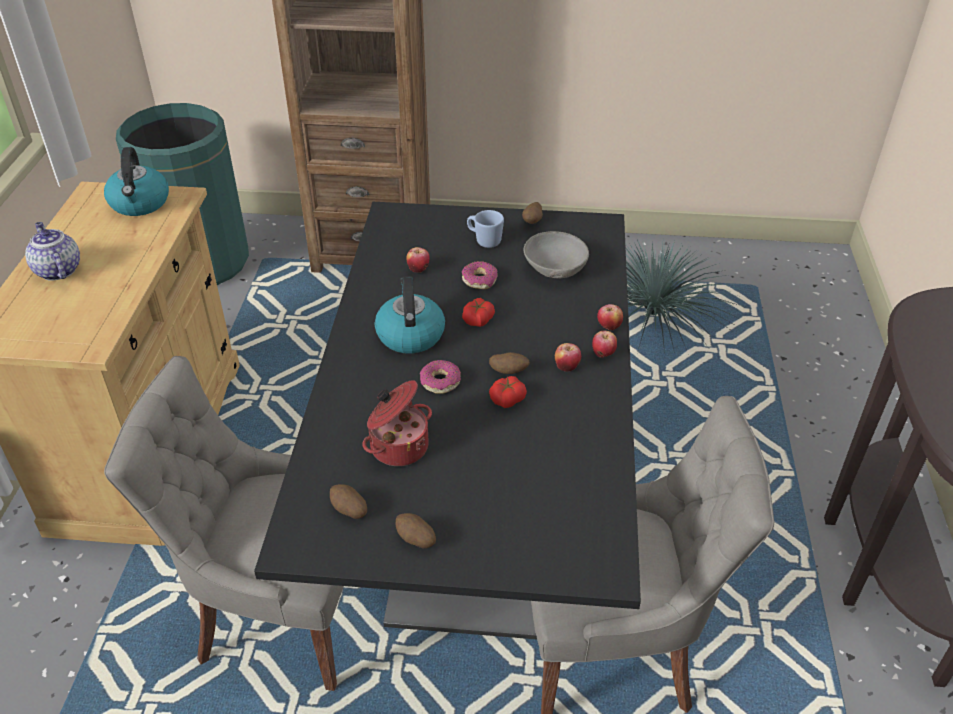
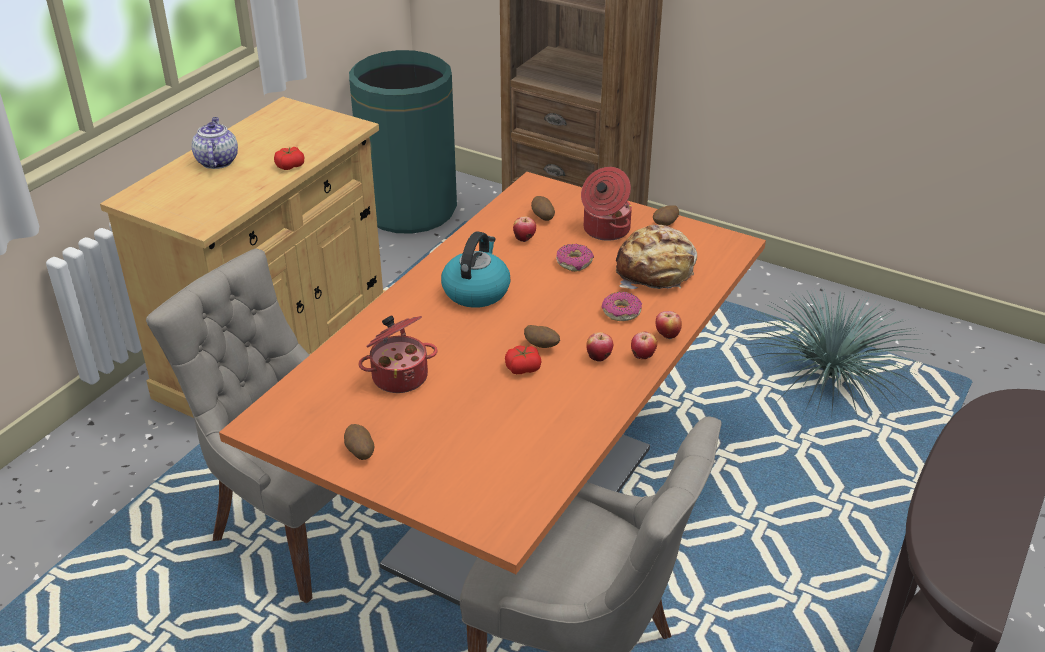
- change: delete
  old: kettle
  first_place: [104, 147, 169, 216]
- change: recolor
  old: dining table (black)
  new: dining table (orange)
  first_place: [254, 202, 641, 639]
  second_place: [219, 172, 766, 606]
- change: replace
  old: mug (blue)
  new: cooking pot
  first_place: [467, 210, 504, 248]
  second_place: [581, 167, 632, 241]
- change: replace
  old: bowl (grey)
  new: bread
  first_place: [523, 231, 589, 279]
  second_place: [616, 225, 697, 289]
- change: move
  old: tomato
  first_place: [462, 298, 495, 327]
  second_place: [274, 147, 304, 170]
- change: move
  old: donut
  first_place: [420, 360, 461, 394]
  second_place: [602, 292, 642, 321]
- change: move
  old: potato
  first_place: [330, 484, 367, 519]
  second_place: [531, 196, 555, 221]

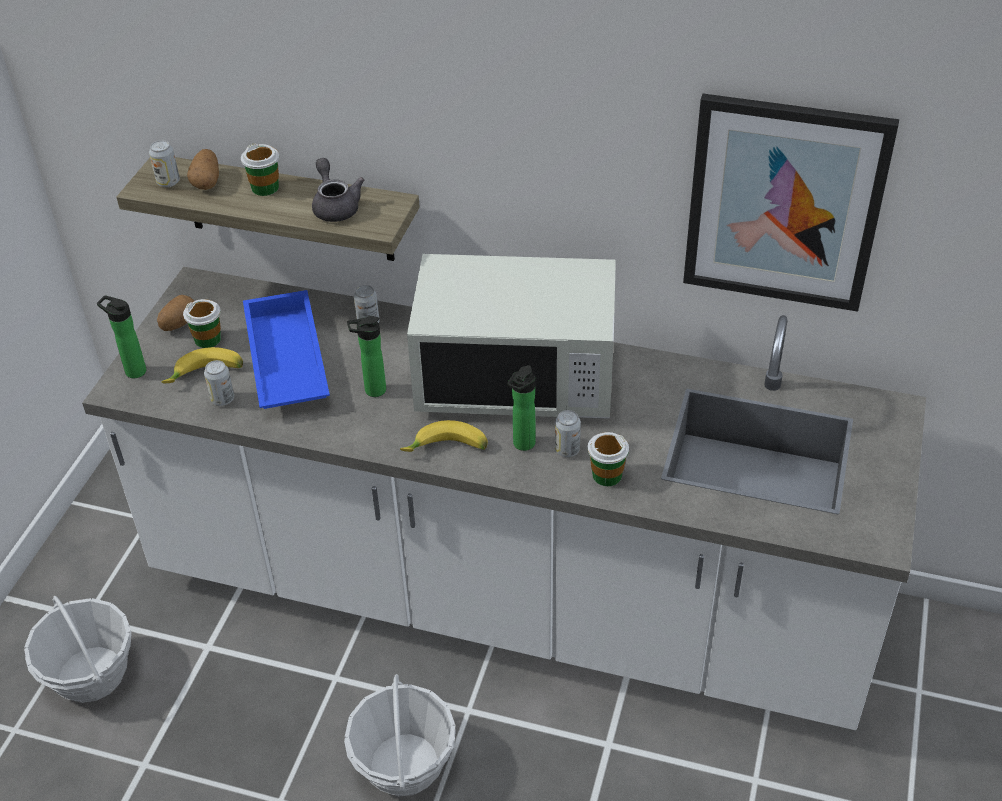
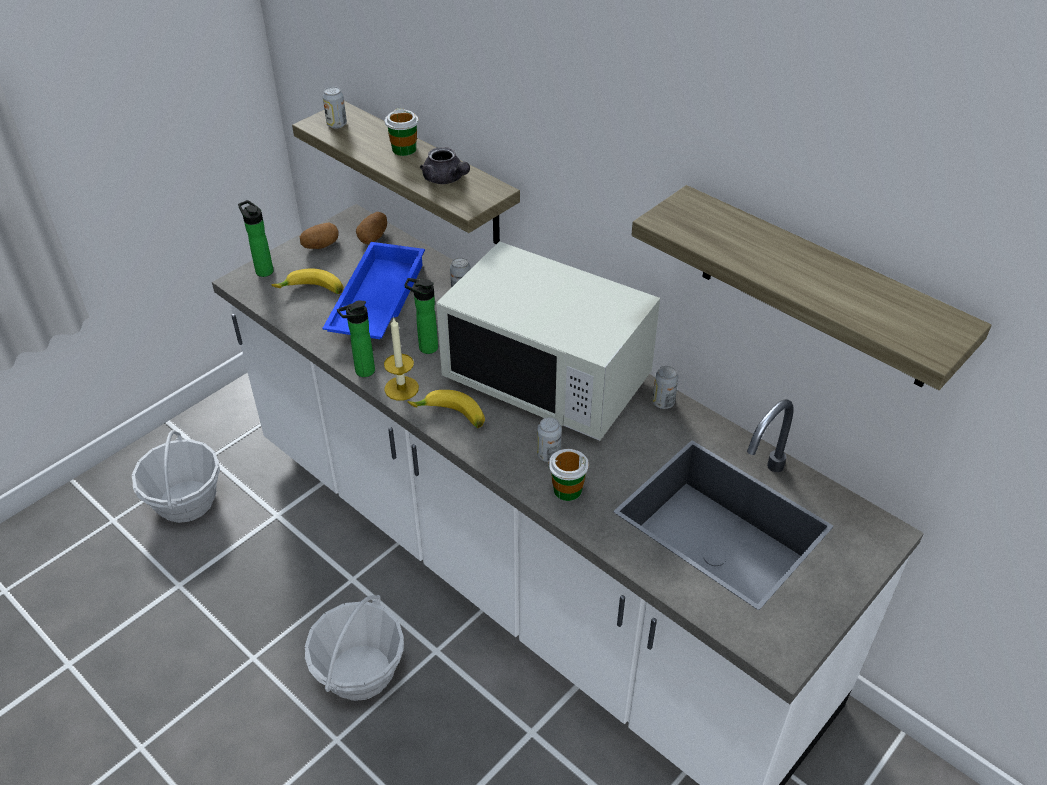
- change: replace
  old: picture
  new: shelf
  first_place: [683, 94, 899, 312]
  second_place: [631, 185, 992, 390]
- change: move
  old: potato
  first_place: [187, 149, 219, 190]
  second_place: [356, 212, 387, 244]
- change: rotate
  old: teapot (grey)
  first_place: [312, 158, 364, 222]
  second_place: [420, 147, 470, 184]
  degrees: 135
- change: delete
  old: cup
  first_place: [183, 299, 221, 348]
- change: move
  old: can
  first_place: [204, 360, 234, 406]
  second_place: [652, 366, 678, 409]
- change: move
  old: bottle
  first_place: [507, 365, 536, 451]
  second_place: [337, 300, 375, 377]
- change: insert
  new: candle
  second_place: [384, 317, 419, 400]

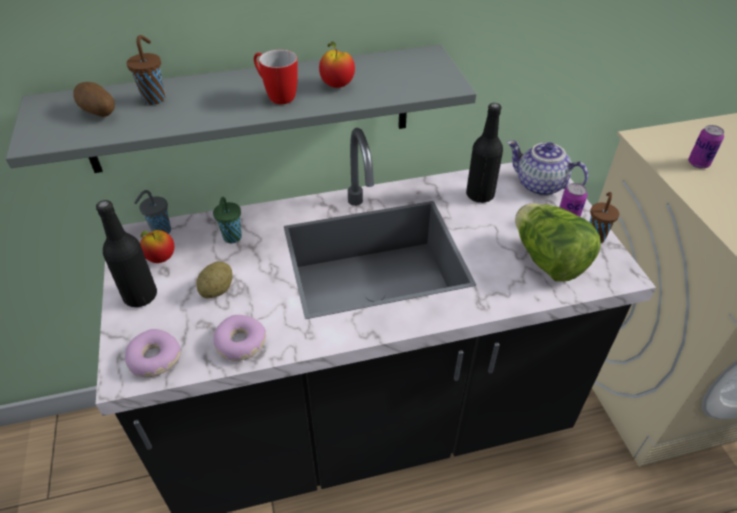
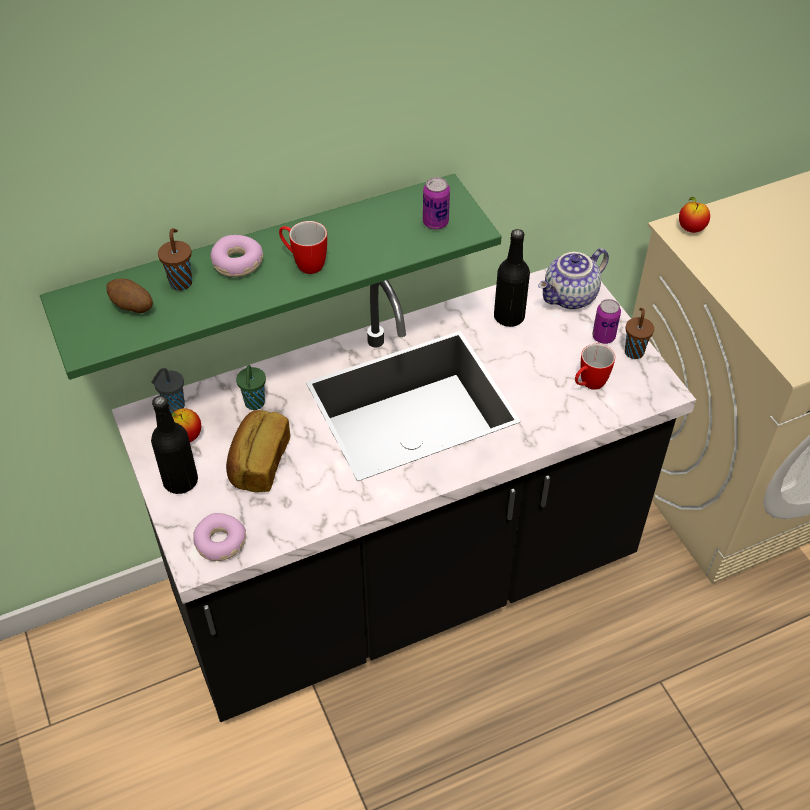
- change: move
  old: apple
  first_place: [319, 42, 355, 88]
  second_place: [679, 197, 710, 233]
- change: recolor
  old: shelf (grey)
  new: shelf (green)
  first_place: [6, 45, 477, 173]
  second_place: [40, 174, 502, 380]
- change: move
  old: can
  first_place: [688, 125, 724, 169]
  second_place: [423, 177, 450, 229]
- change: rotate
  old: teapot
  first_place: [507, 140, 588, 196]
  second_place: [538, 248, 609, 309]
  degrees: -60
- change: replace
  old: lettuce
  new: mug
  first_place: [515, 203, 601, 281]
  second_place: [575, 344, 615, 390]
- change: replace
  old: potato
  new: bread
  first_place: [196, 261, 233, 298]
  second_place: [226, 410, 290, 492]
- change: move
  old: donut
  first_place: [214, 315, 266, 361]
  second_place: [210, 235, 263, 277]

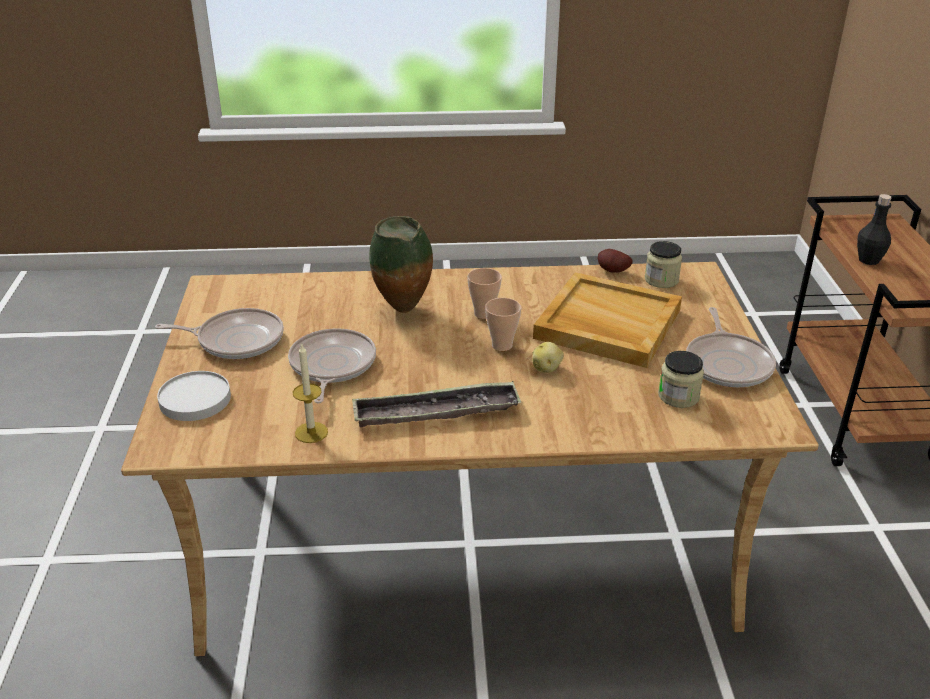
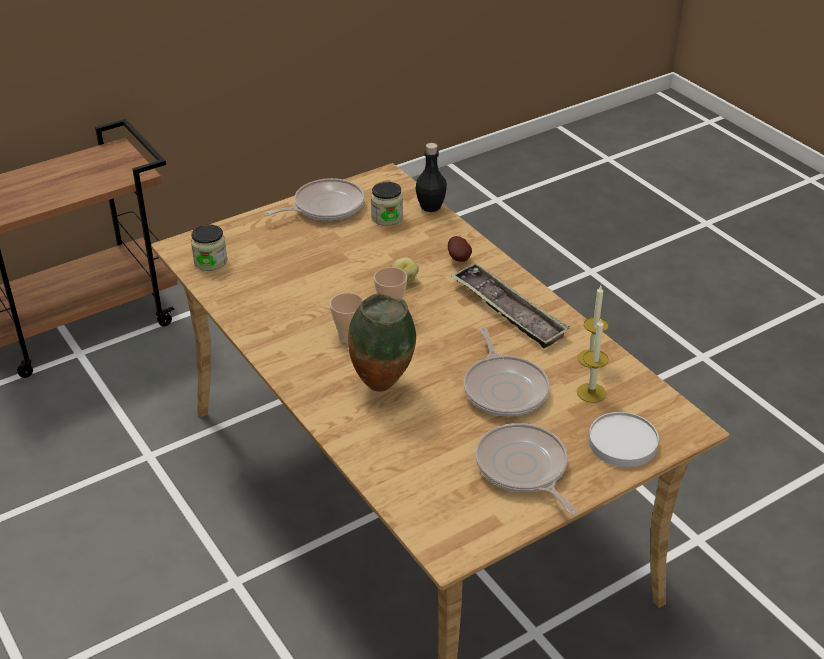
- change: move
  old: bottle (black)
  first_place: [857, 194, 891, 265]
  second_place: [416, 143, 447, 212]
- change: move
  old: potato
  first_place: [597, 249, 632, 273]
  second_place: [448, 236, 472, 262]
- change: delete
  old: tray (beige)
  first_place: [533, 272, 682, 368]
- change: rotate
  old: frying pan
  first_place: [288, 328, 376, 403]
  second_place: [464, 327, 550, 417]
  degrees: -75
- change: insert
  new: candle
  second_place: [577, 319, 609, 403]

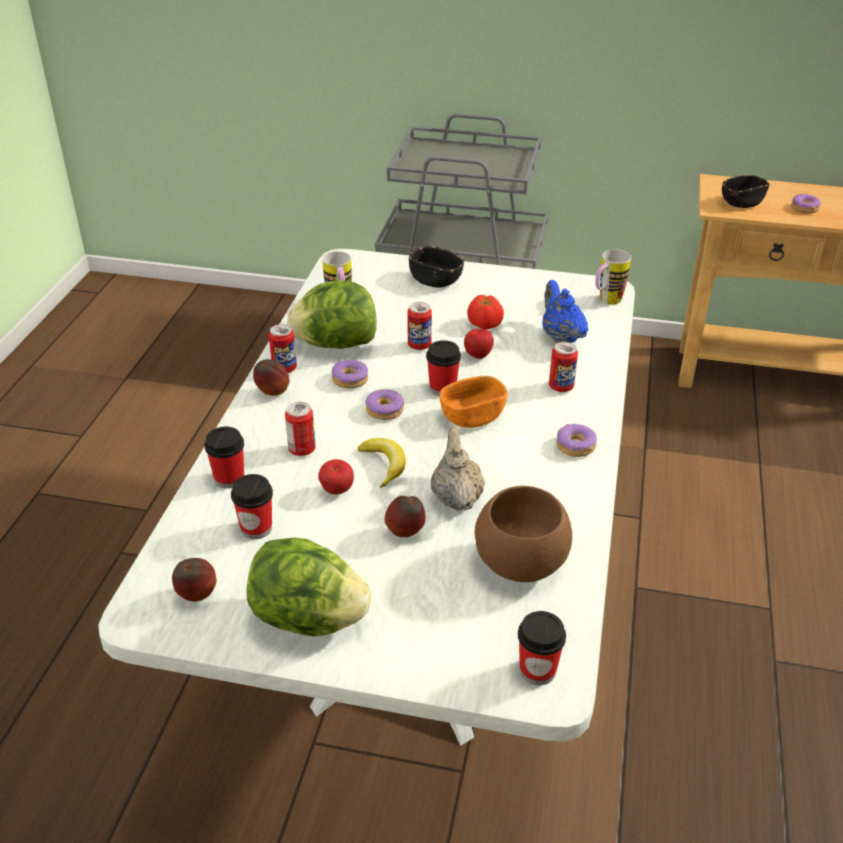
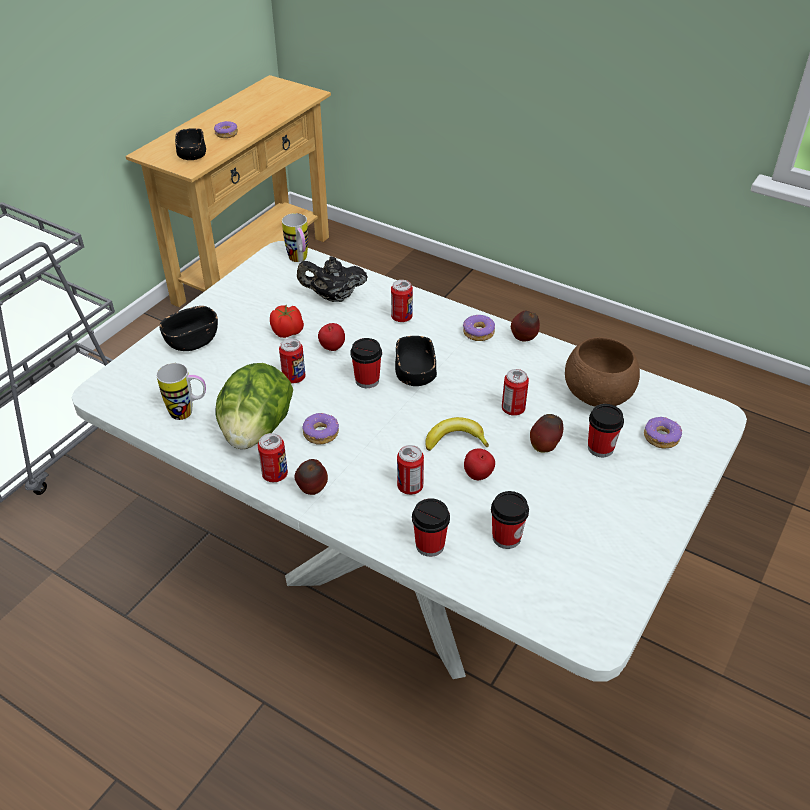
- change: recolor
  old: teapot (blue)
  new: teapot (black)
  first_place: [543, 280, 588, 343]
  second_place: [297, 257, 368, 302]
- change: recolor
  old: bowl (orange)
  new: bowl (black)
  first_place: [439, 376, 507, 428]
  second_place: [395, 336, 437, 386]
- change: move
  old: donut
  first_place: [365, 389, 404, 420]
  second_place: [644, 417, 682, 449]
- change: replace
  old: teapot (beige)
  new: can
  first_place: [431, 427, 485, 511]
  second_place: [502, 369, 529, 416]
- change: delete
  old: lettuce
  first_place: [247, 538, 371, 636]
- change: move
  old: apple
  first_place: [172, 558, 216, 601]
  second_place: [511, 311, 540, 342]
- change: move
  old: cup
  first_place: [518, 611, 566, 685]
  second_place: [588, 404, 624, 457]

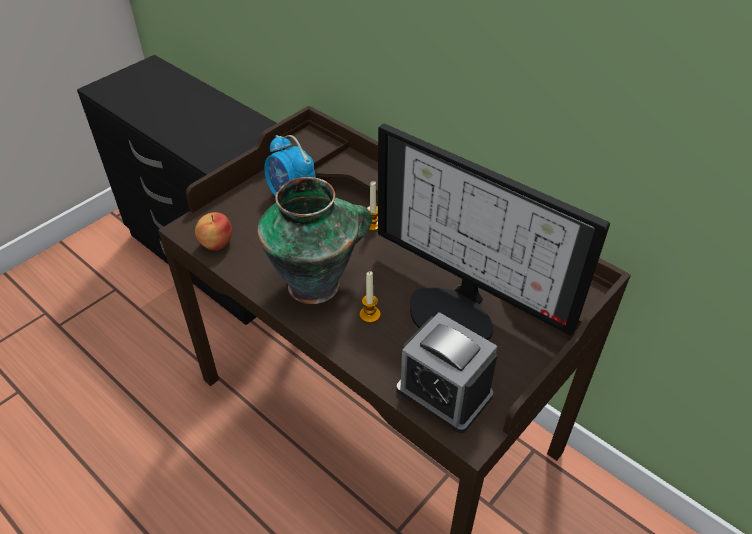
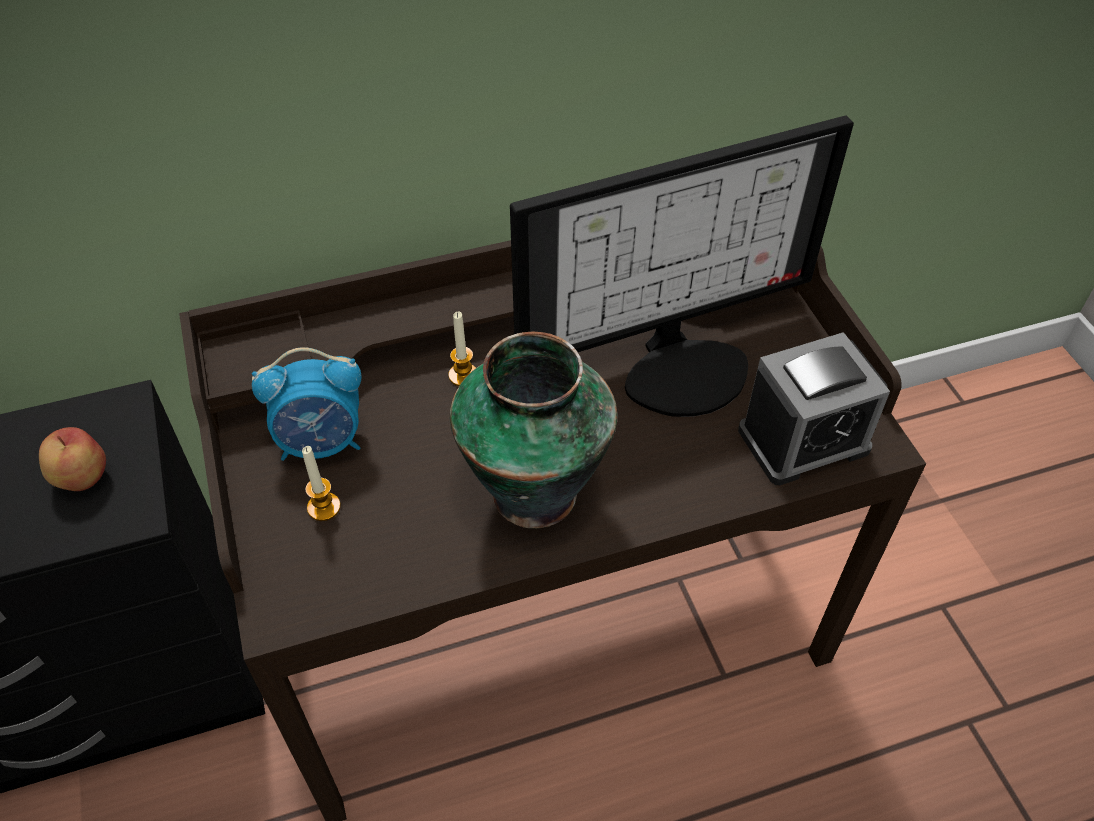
- change: move
  old: apple
  first_place: [195, 212, 232, 250]
  second_place: [39, 427, 106, 491]
- change: move
  old: candle
  first_place: [360, 271, 381, 323]
  second_place: [302, 446, 341, 521]

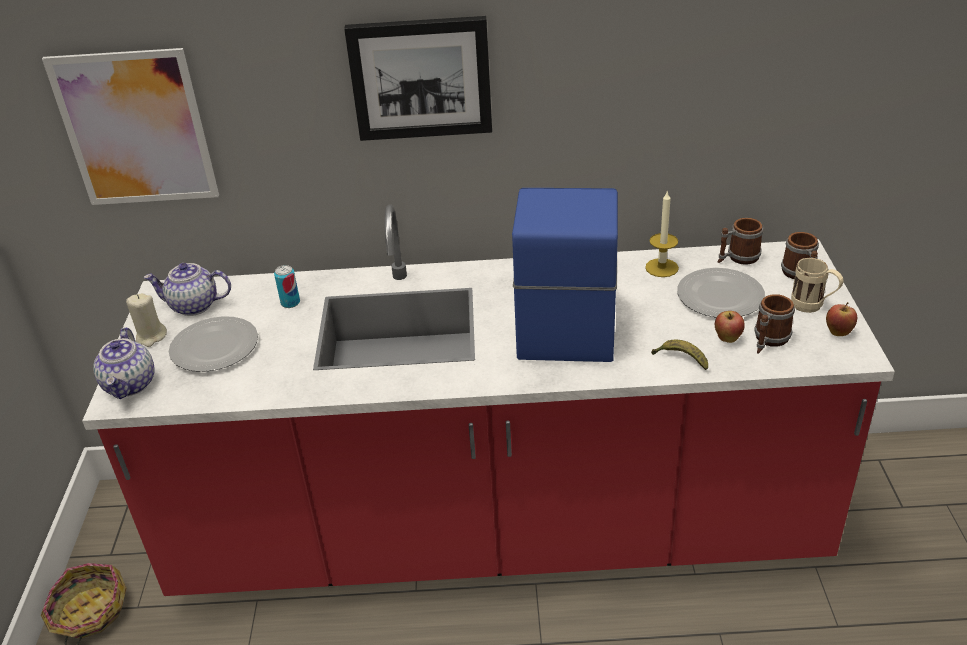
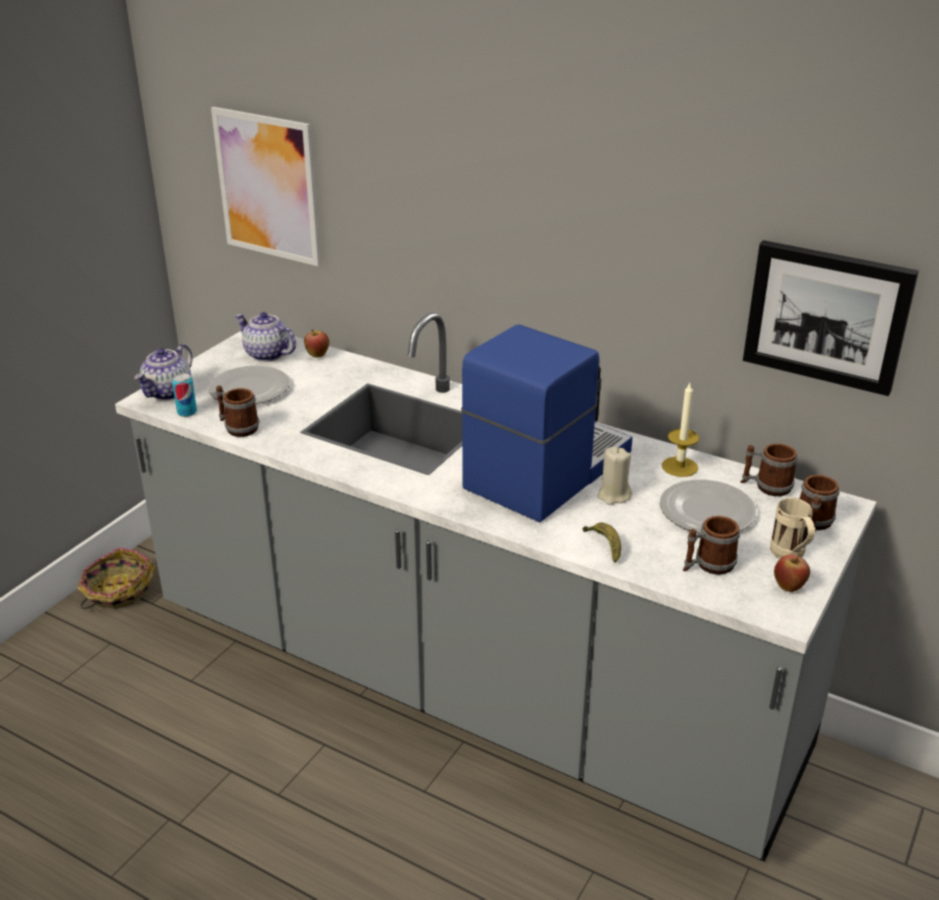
- change: move
  old: picture
  first_place: [344, 16, 492, 141]
  second_place: [743, 240, 919, 396]
- change: recolor
  old: counter (red)
  new: counter (grey)
  first_place: [82, 205, 895, 596]
  second_place: [115, 313, 876, 862]
- change: move
  old: can
  first_place: [274, 265, 300, 308]
  second_place: [172, 373, 197, 417]
- change: move
  old: candle (beige)
  first_place: [126, 293, 167, 347]
  second_place: [597, 447, 632, 505]
- change: move
  old: apple
  first_place: [715, 311, 745, 343]
  second_place: [304, 329, 329, 358]
- change: insert
  new: mug
  second_place: [216, 385, 259, 437]

